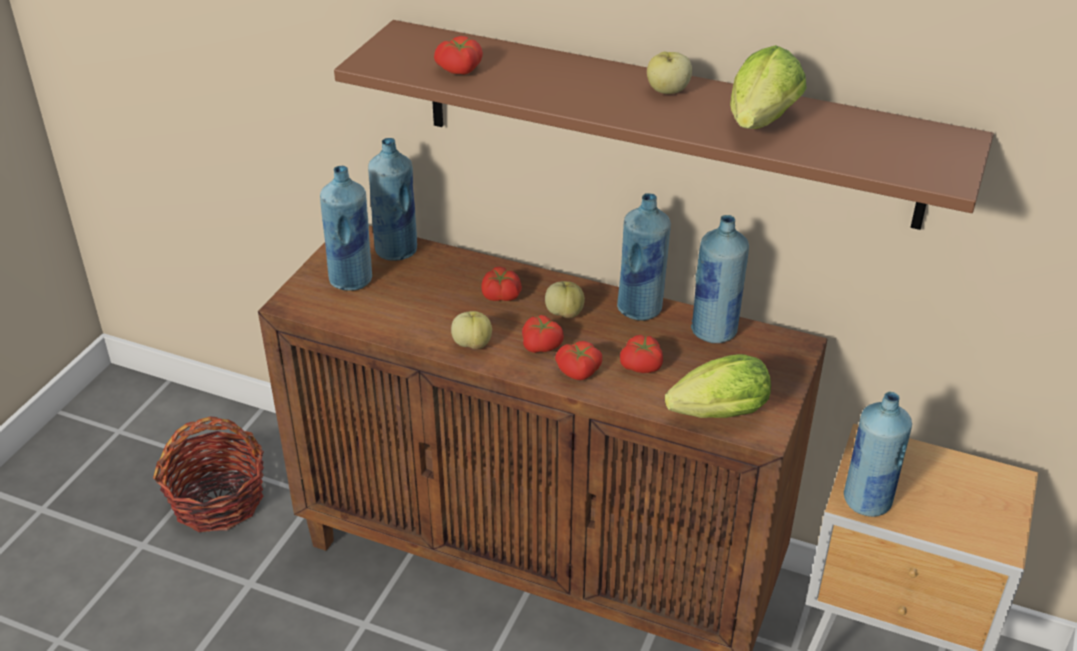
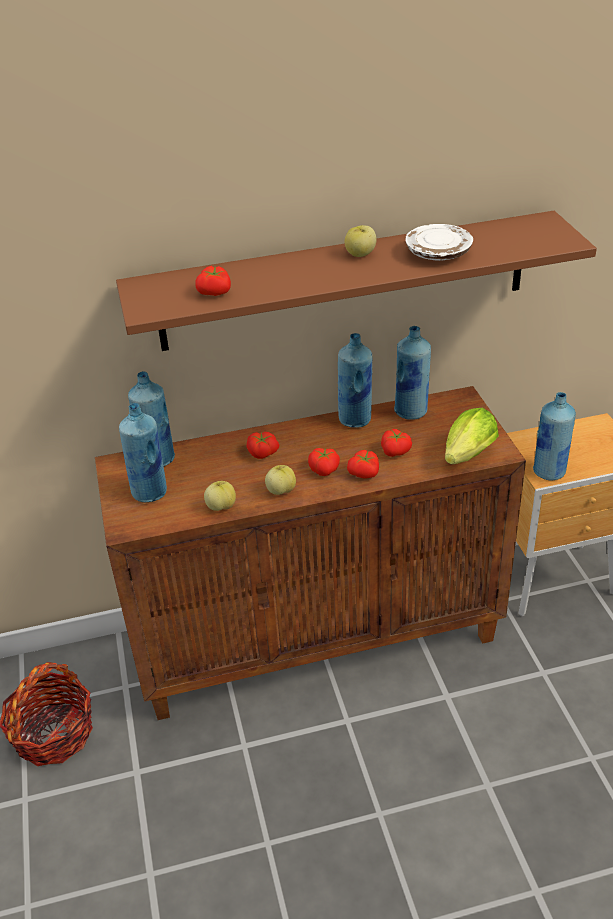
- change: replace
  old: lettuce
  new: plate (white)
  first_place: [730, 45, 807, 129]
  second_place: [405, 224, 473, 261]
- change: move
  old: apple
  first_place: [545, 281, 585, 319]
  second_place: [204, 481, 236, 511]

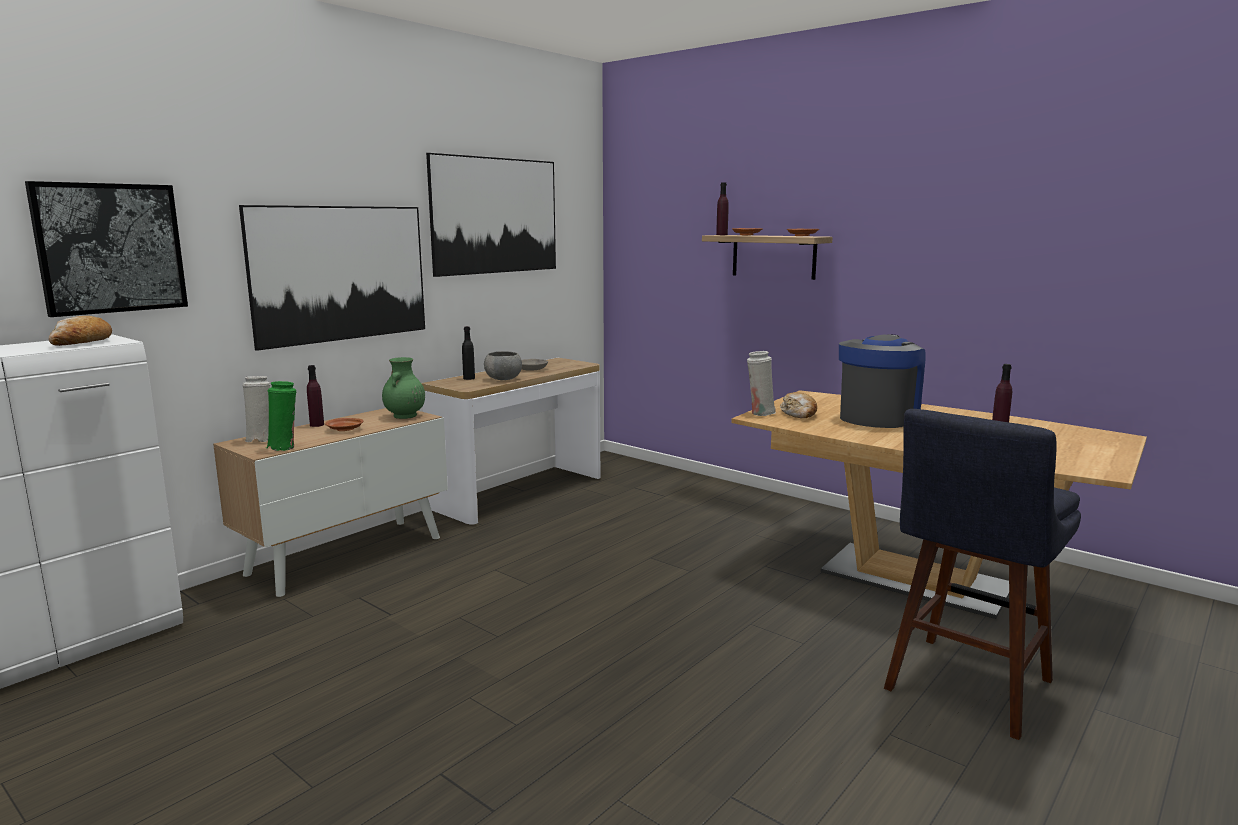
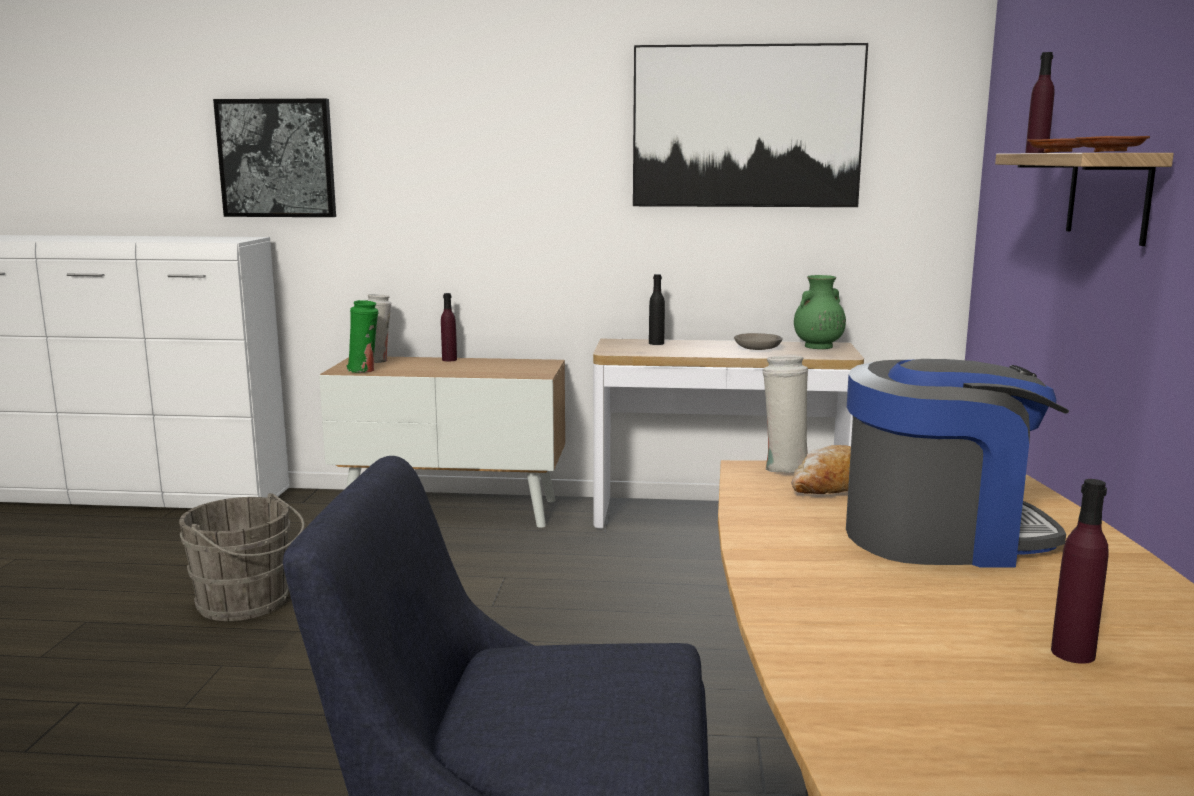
- change: delete
  old: picture
  first_place: [239, 205, 425, 351]
- change: delete
  old: bread
  first_place: [48, 316, 112, 346]
- change: delete
  old: bowl (grey)
  first_place: [484, 351, 522, 380]
- change: move
  old: vase (green)
  first_place: [382, 357, 425, 419]
  second_place: [794, 275, 846, 349]
- change: delete
  old: plate (brown)
  first_place: [325, 418, 363, 431]
- change: insert
  new: bucket (grey)
  second_place: [179, 493, 305, 621]

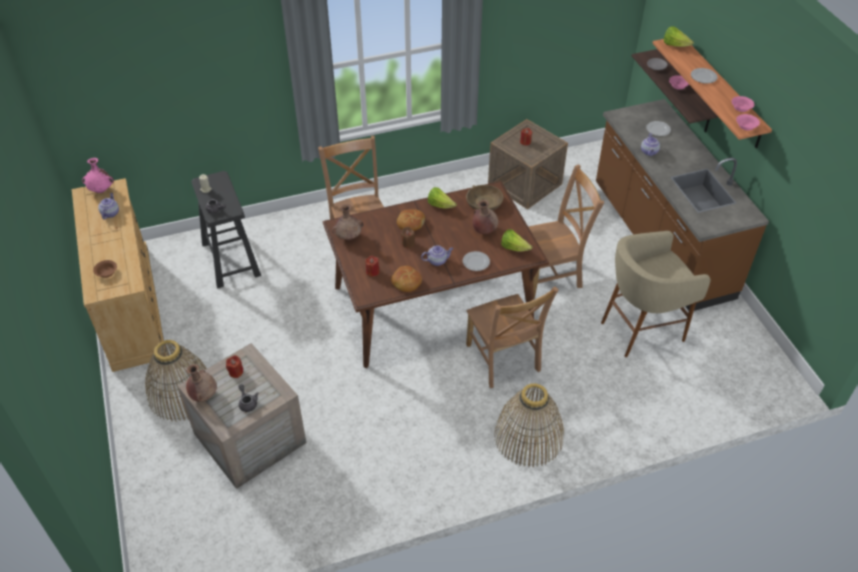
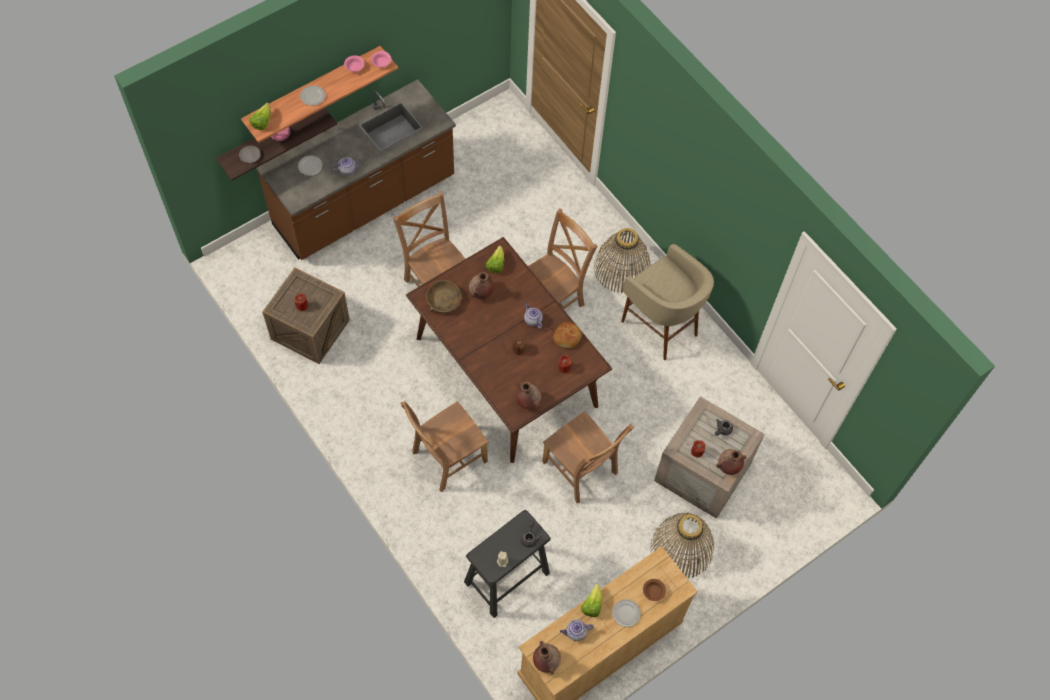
- change: recolor
  old: vase (pink)
  new: vase (brown)
  first_place: [82, 158, 114, 193]
  second_place: [533, 641, 561, 674]
- change: move
  old: lettuce
  first_place: [428, 187, 457, 208]
  second_place: [581, 584, 602, 617]
- change: delete
  old: bread
  first_place: [397, 209, 425, 231]
- change: move
  old: stool (beige)
  first_place: [601, 231, 711, 357]
  second_place: [621, 244, 714, 360]
- change: move
  old: plate
  first_place: [463, 251, 490, 271]
  second_place: [612, 599, 641, 627]
- change: insert
  new: chair (brown)
  second_place: [542, 412, 634, 503]

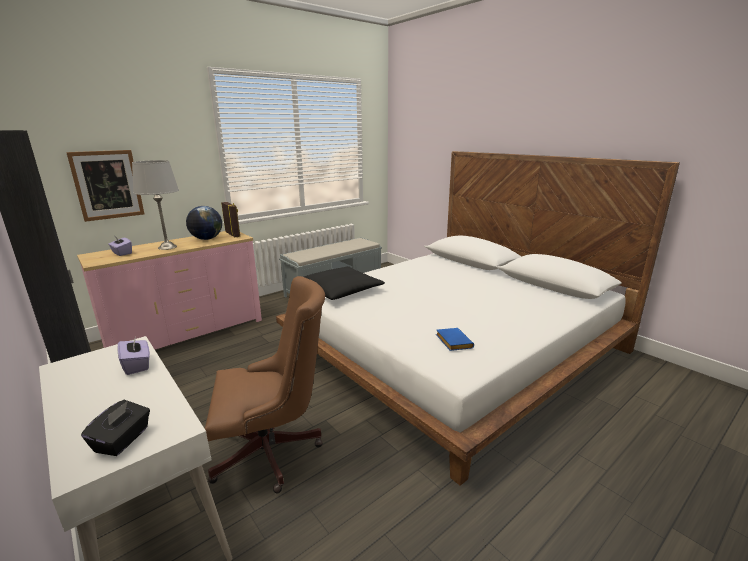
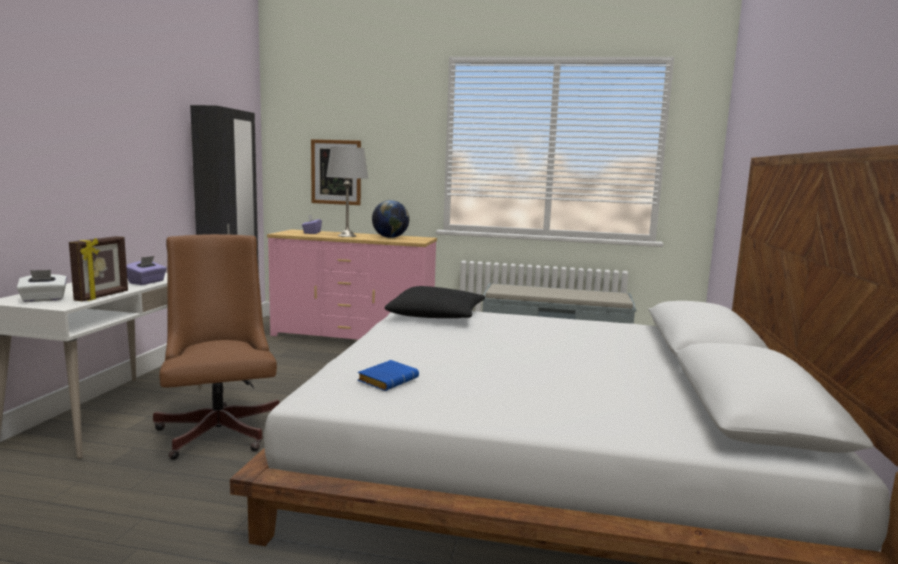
- change: move
  old: picture frame
  first_place: [221, 202, 240, 237]
  second_place: [69, 236, 128, 301]
- change: rotate
  old: office chair (brown)
  first_place: [205, 276, 325, 493]
  second_place: [153, 234, 279, 460]
  degrees: -150
- change: recolor
  old: tissue box (black)
  new: tissue box (white)
  first_place: [81, 400, 150, 456]
  second_place: [17, 270, 67, 302]

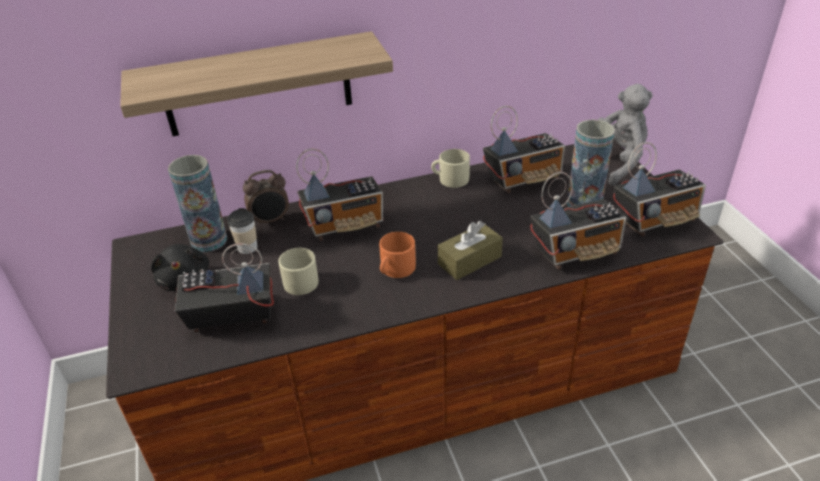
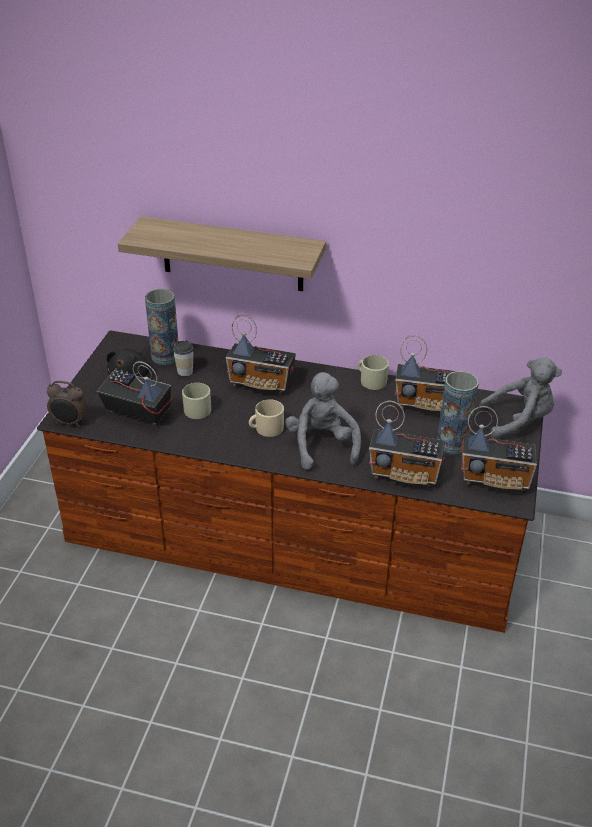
- change: move
  old: alarm clock
  first_place: [243, 170, 289, 226]
  second_place: [47, 380, 87, 427]
- change: replace
  old: tissue box (brown)
  new: plush toy (grey)
  first_place: [438, 221, 503, 280]
  second_place: [285, 372, 361, 470]
- change: recolor
  old: mug (orange)
  new: mug (beige)
  first_place: [379, 232, 416, 278]
  second_place: [249, 399, 284, 437]

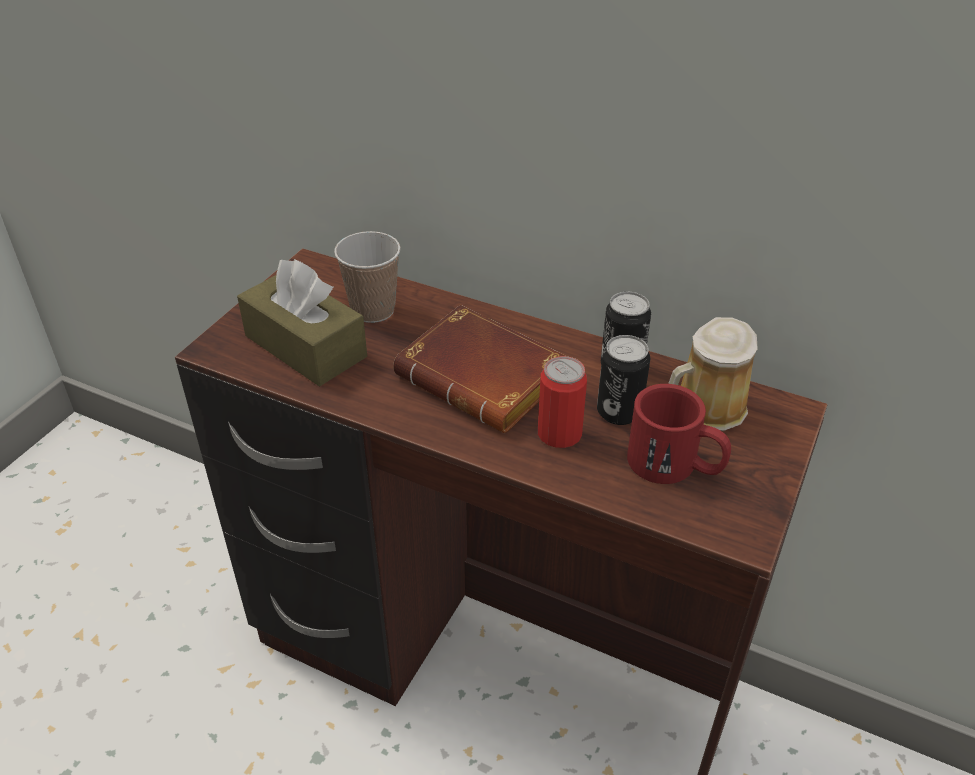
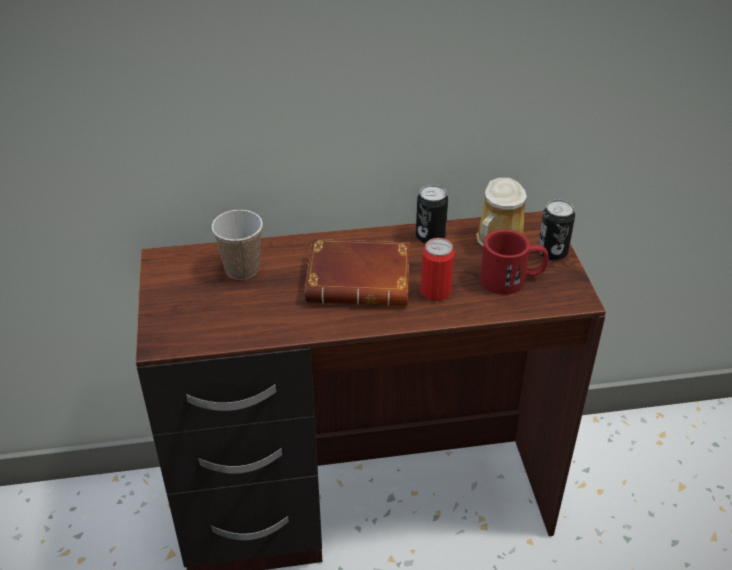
- change: delete
  old: tissue box (brown)
  first_place: [237, 259, 367, 386]
- change: move
  old: can
  first_place: [597, 335, 650, 425]
  second_place: [538, 200, 575, 260]

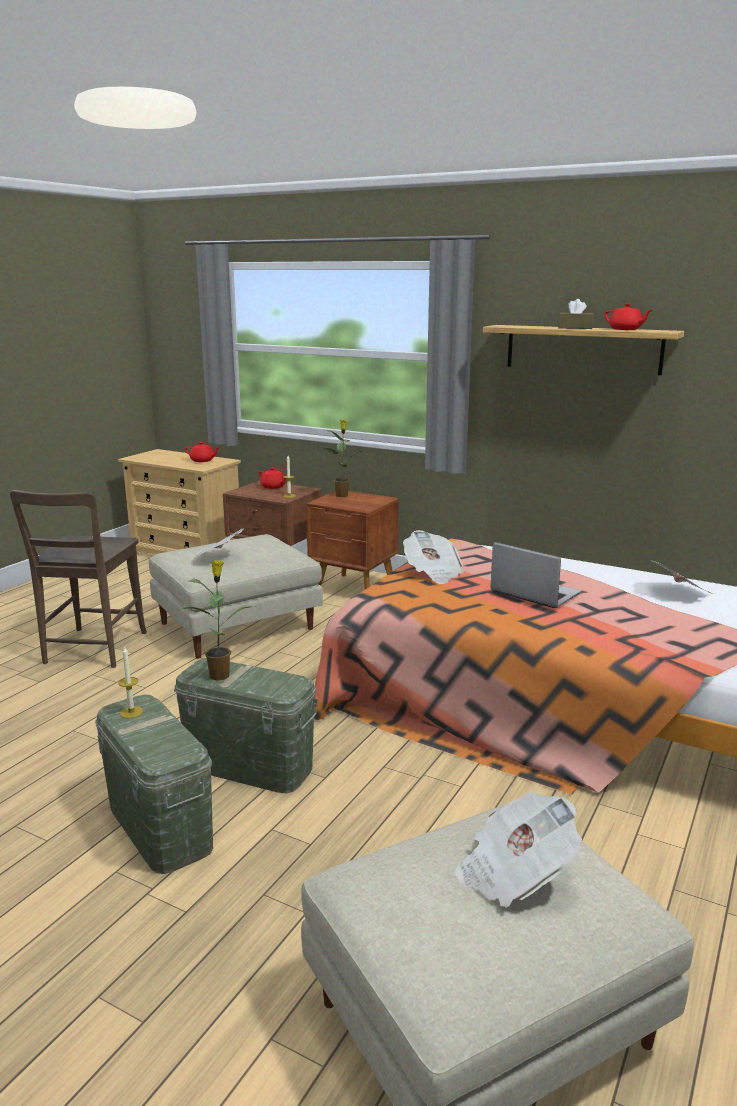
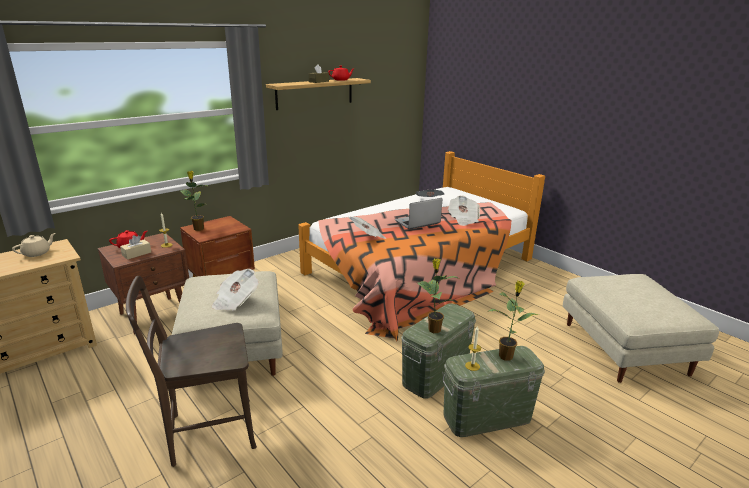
- change: recolor
  old: teapot (red)
  new: teapot (beige)
  first_place: [185, 442, 220, 462]
  second_place: [12, 233, 55, 257]
- change: rotate
  old: chair (brown)
  first_place: [10, 490, 147, 668]
  second_place: [126, 276, 257, 467]
  degrees: 135
- change: move
  old: newspaper
  first_place: [455, 792, 582, 908]
  second_place: [448, 196, 480, 226]
- change: insert
  new: tissue box (beige)
  second_place: [120, 235, 151, 260]
- change: insert
  new: potted plant
  second_place: [489, 281, 539, 361]

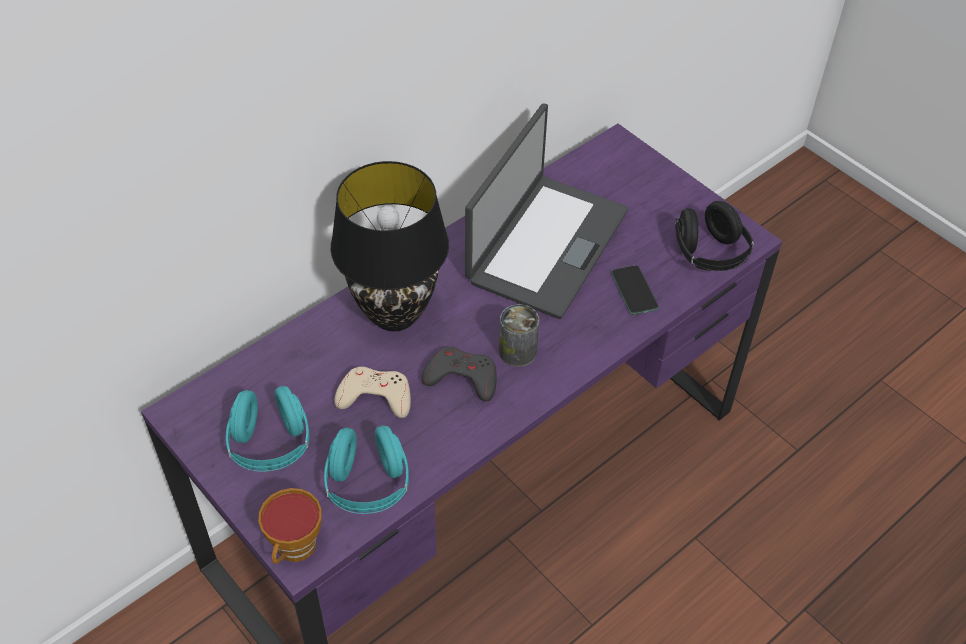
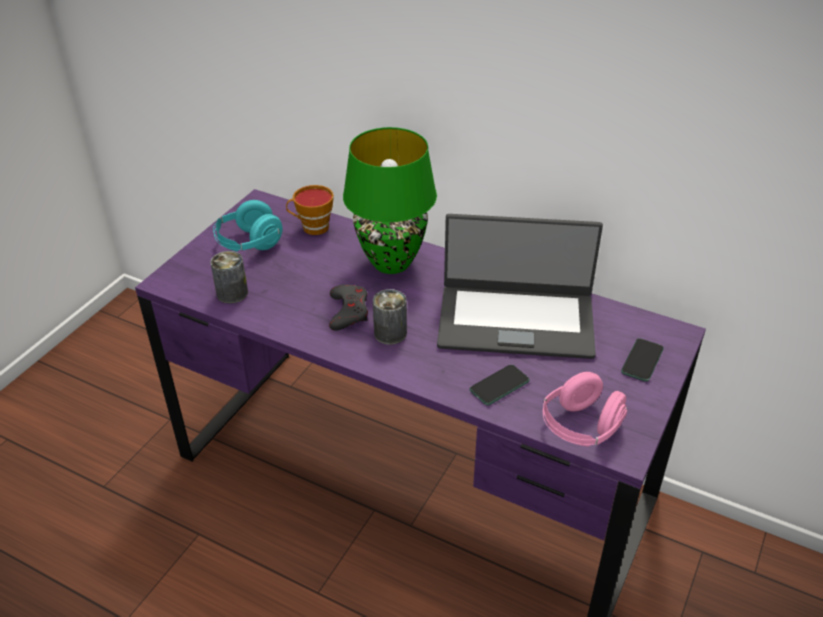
- change: recolor
  old: table lamp (black)
  new: table lamp (green)
  first_place: [331, 161, 449, 331]
  second_place: [343, 127, 437, 274]
- change: recolor
  old: headphones (black)
  new: headphones (pink)
  first_place: [675, 201, 754, 271]
  second_place: [543, 372, 627, 447]
- change: delete
  old: game controller (beige)
  first_place: [334, 367, 411, 418]
- change: replace
  old: headphones (turquoise)
  new: can
  first_place: [324, 425, 409, 514]
  second_place: [210, 251, 248, 304]
- change: move
  old: cup
  first_place: [258, 488, 322, 564]
  second_place: [286, 185, 334, 235]
- change: insert
  new: phone
  second_place: [621, 338, 664, 382]

